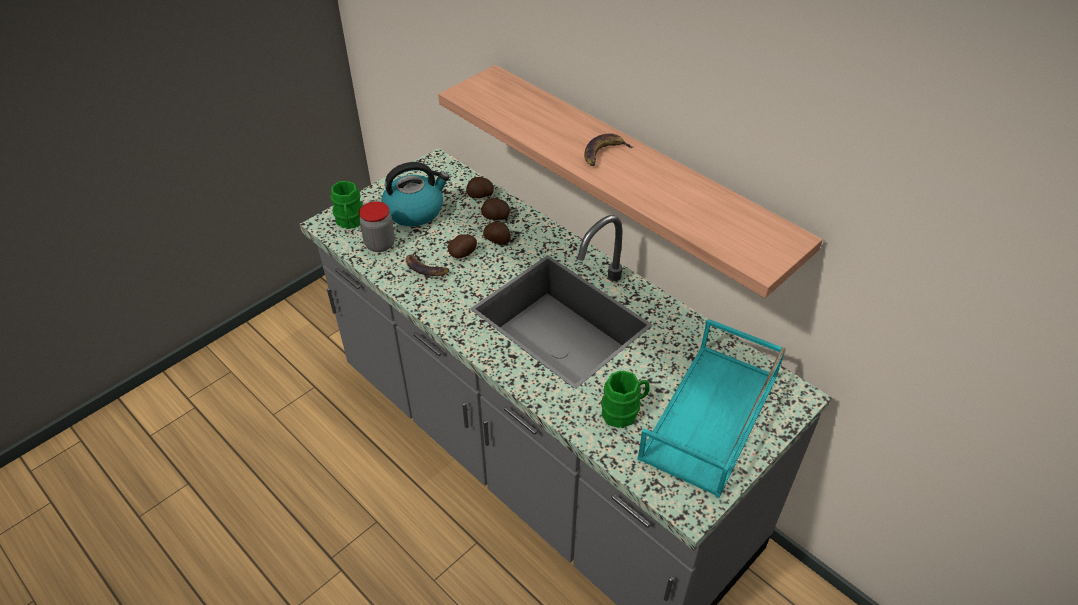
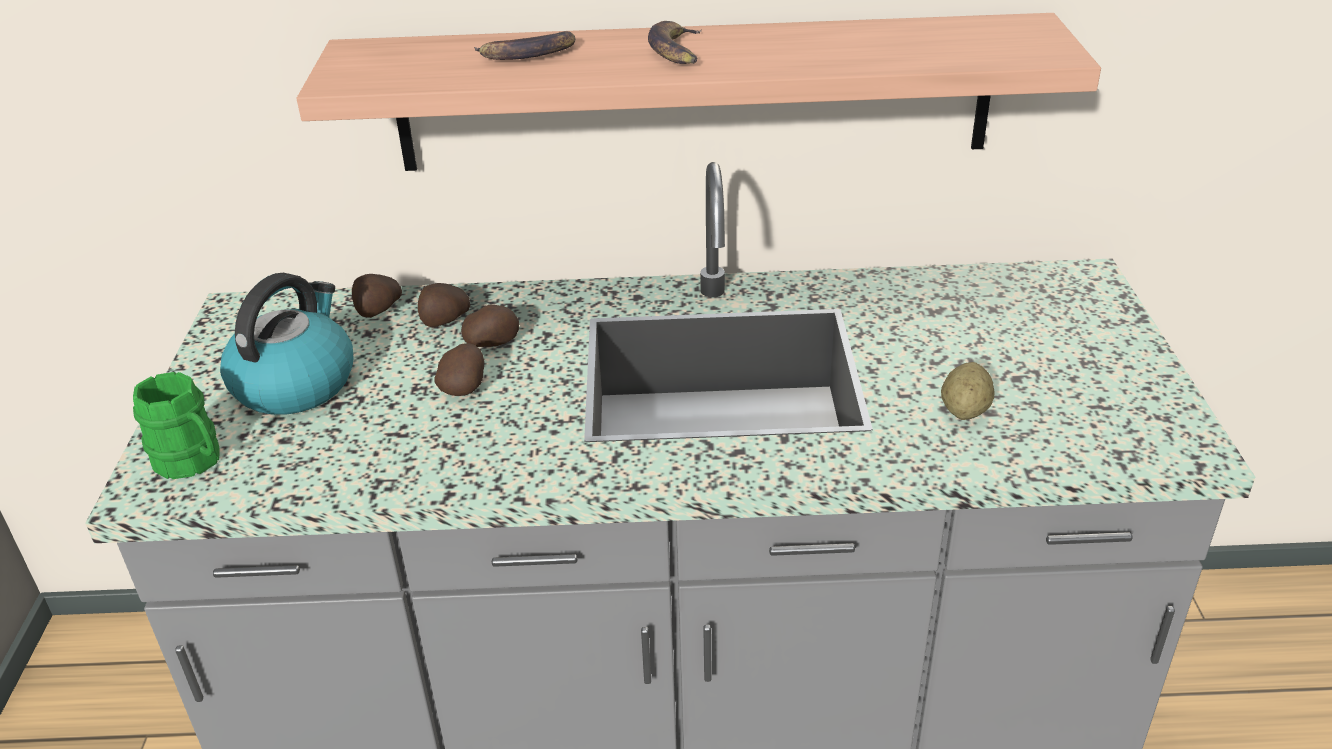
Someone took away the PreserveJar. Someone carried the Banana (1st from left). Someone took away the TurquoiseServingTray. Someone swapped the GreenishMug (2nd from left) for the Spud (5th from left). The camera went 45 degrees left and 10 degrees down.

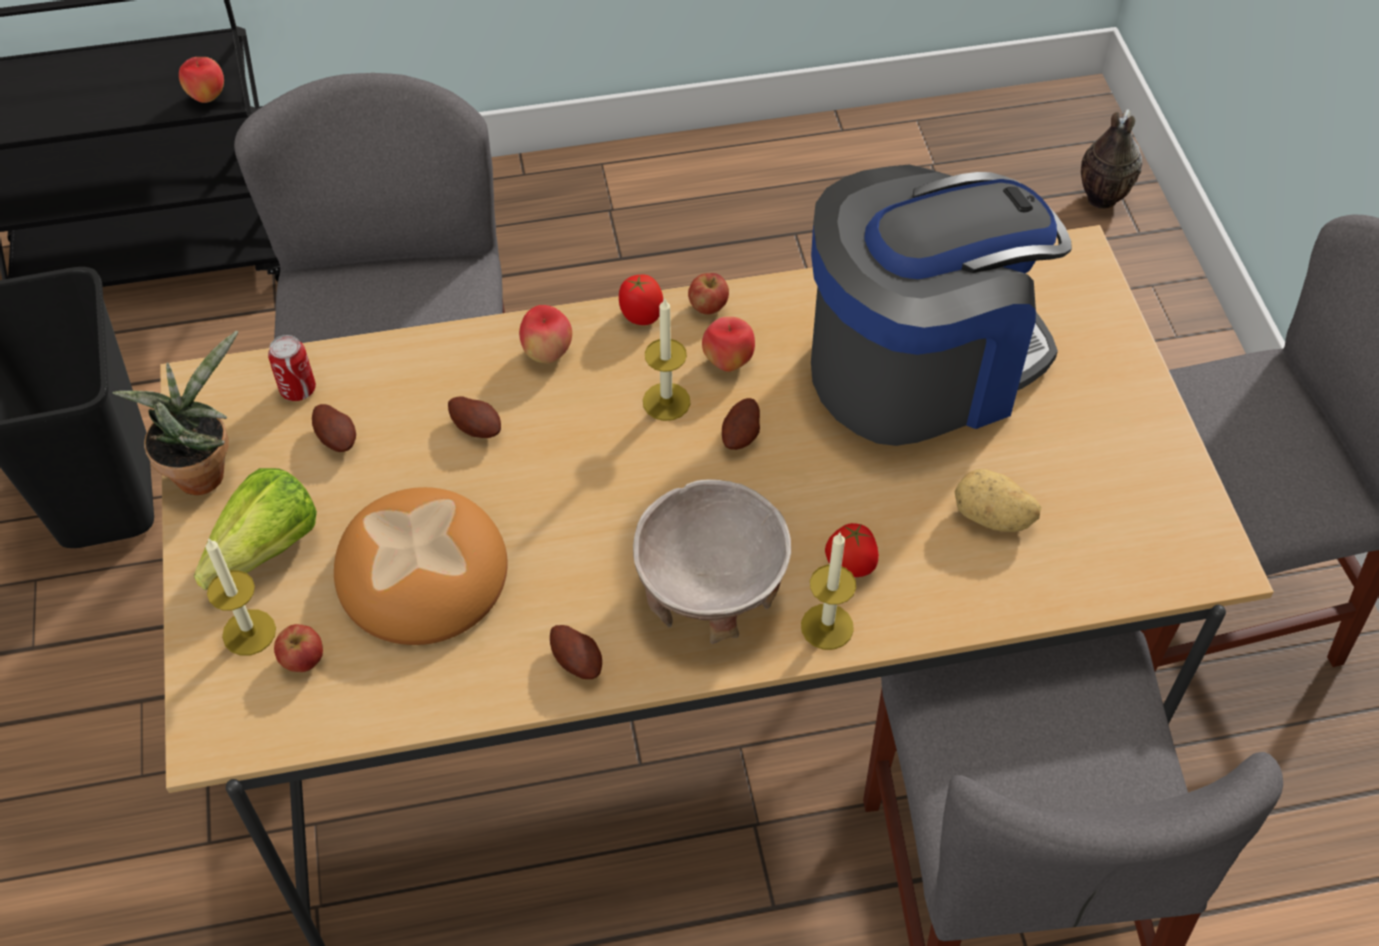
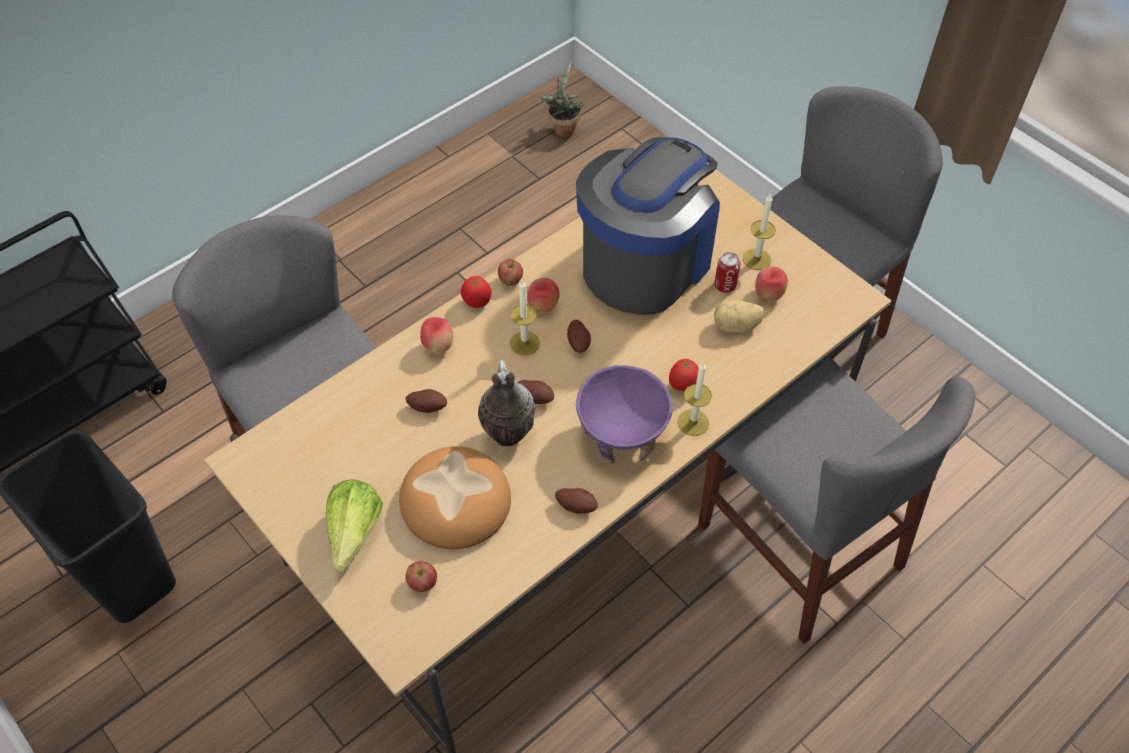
Someone carried the AppleFruit (1st from left in the first image). Someone carried the Vase. Someone carried the Houseplant. Someone carried the MetalCan. Someone carried the Spud (1st from left in the first image). Someone repainted the SandColouredDeepDish, which became the PurpleDeepDish. Someone carried the WaxCandle (1st from left in the first image). The camera went 30 degrees left and 0 degrees up.

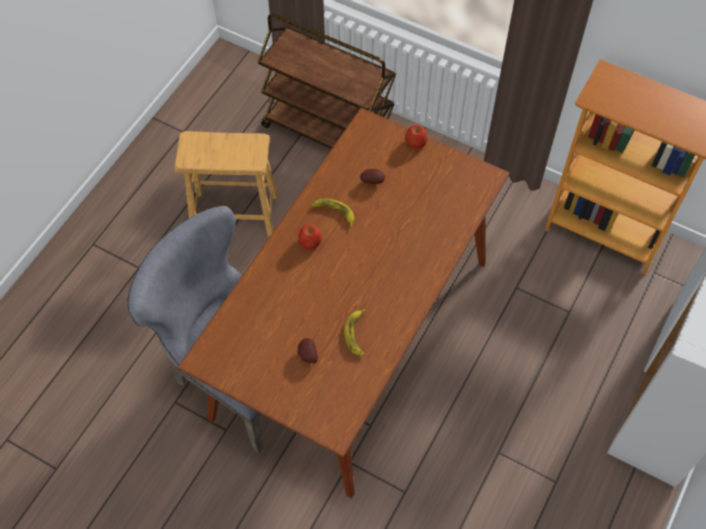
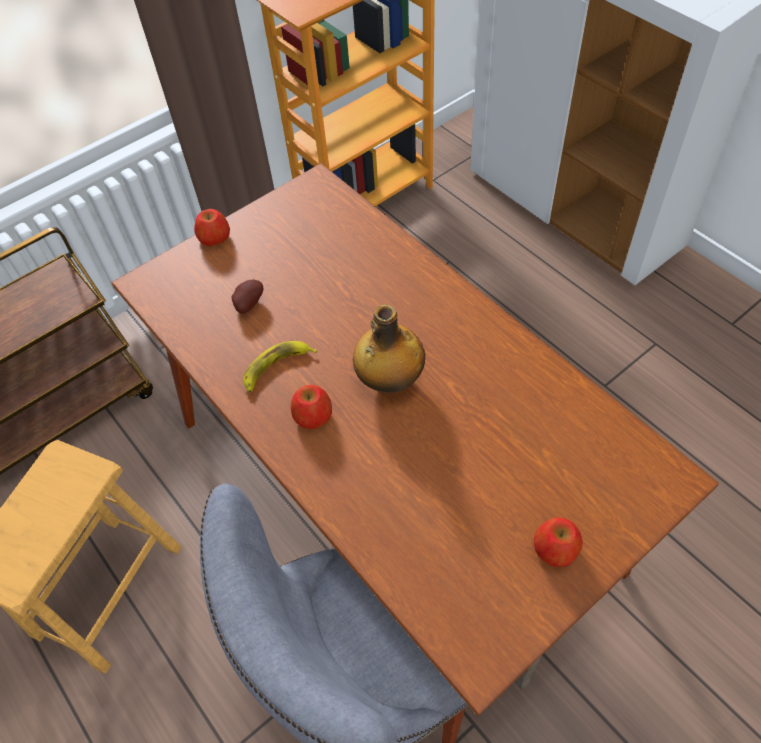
Someone took away the Banana (2nd from left). Someone took away the Spud (1st from left). Someone put down the BeverageBottle. Someone put down the AppleFruit (3rd from left). The camera went 65 degrees left and 5 degrees down.

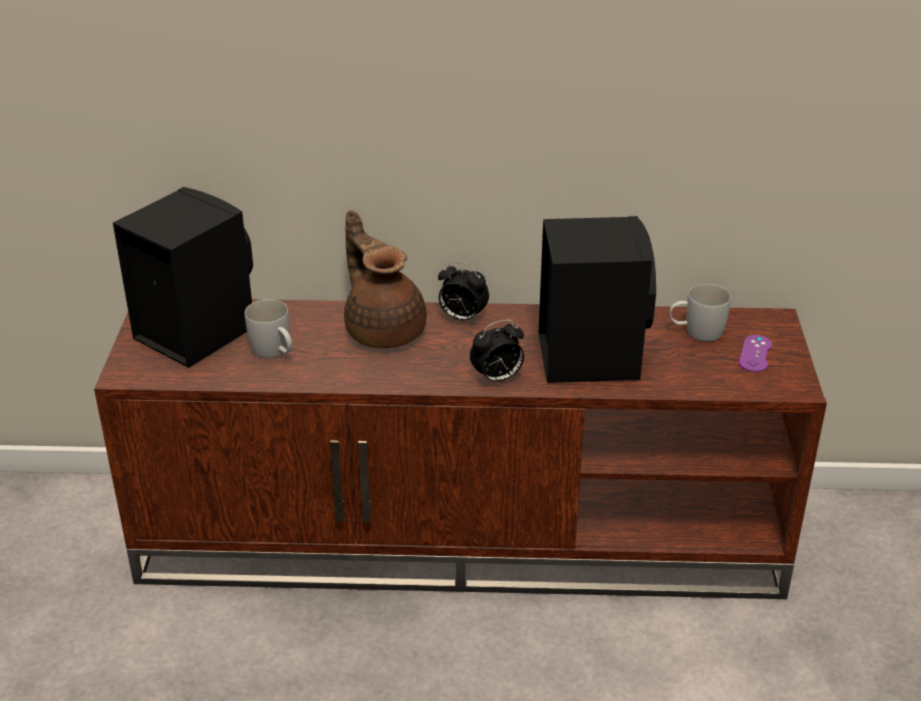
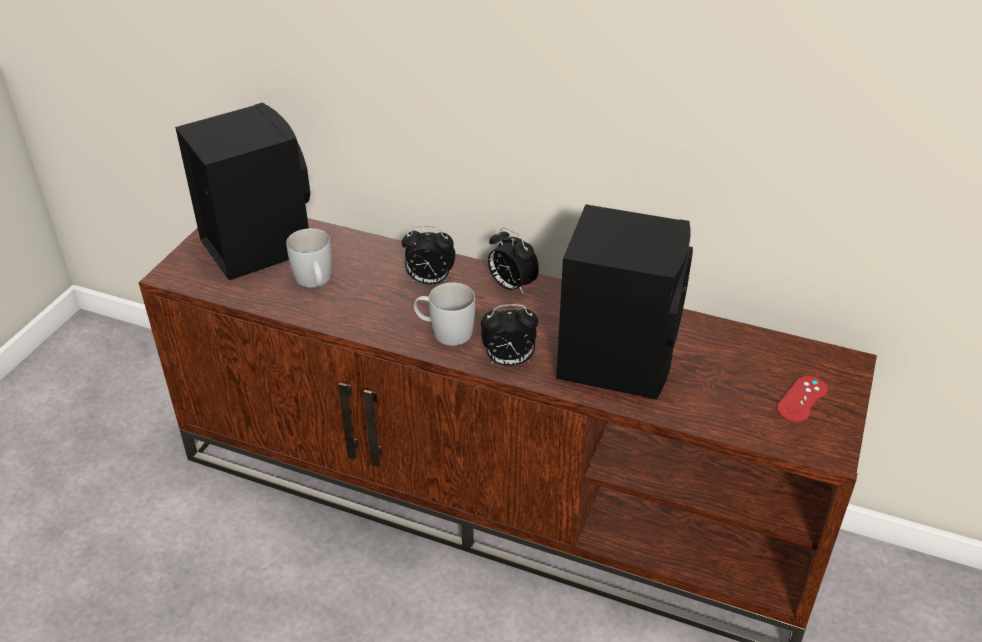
Someone swapped the BrownPotForTea for the BedsideClock (1st from left). Someone carried the WhiteColouredMug (2nd from left). Someone repainted the PurpleGamepad, which became the ReddishGamepad. The camera went 20 degrees right and 5 degrees up.

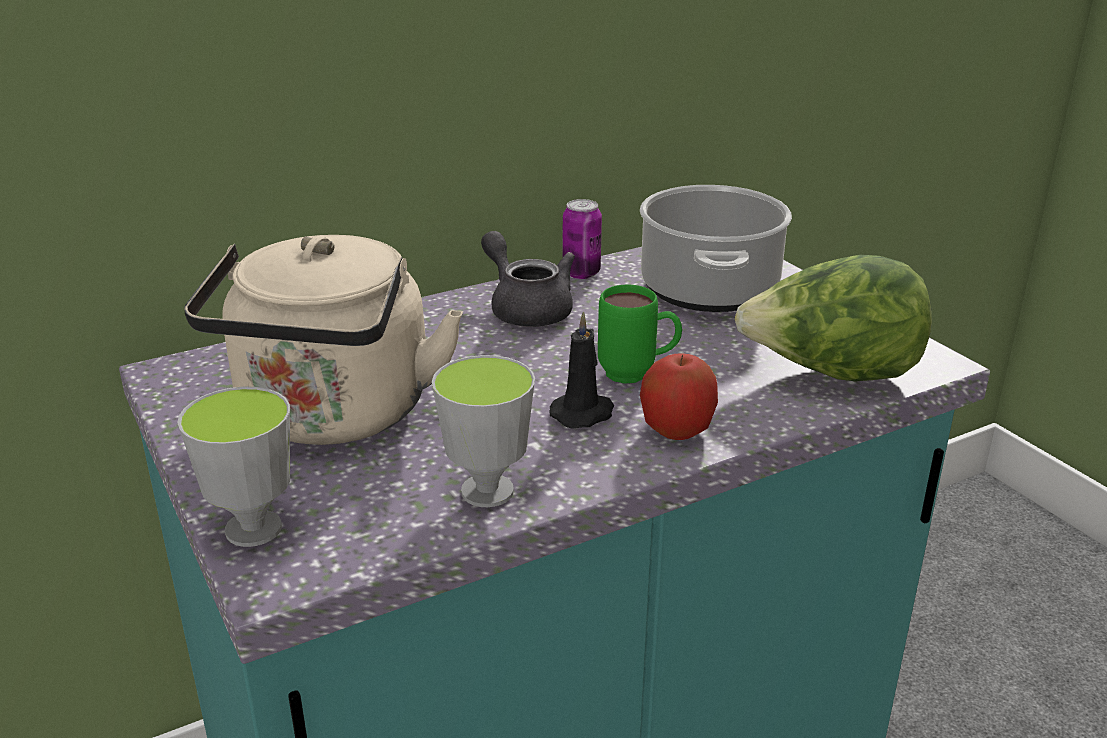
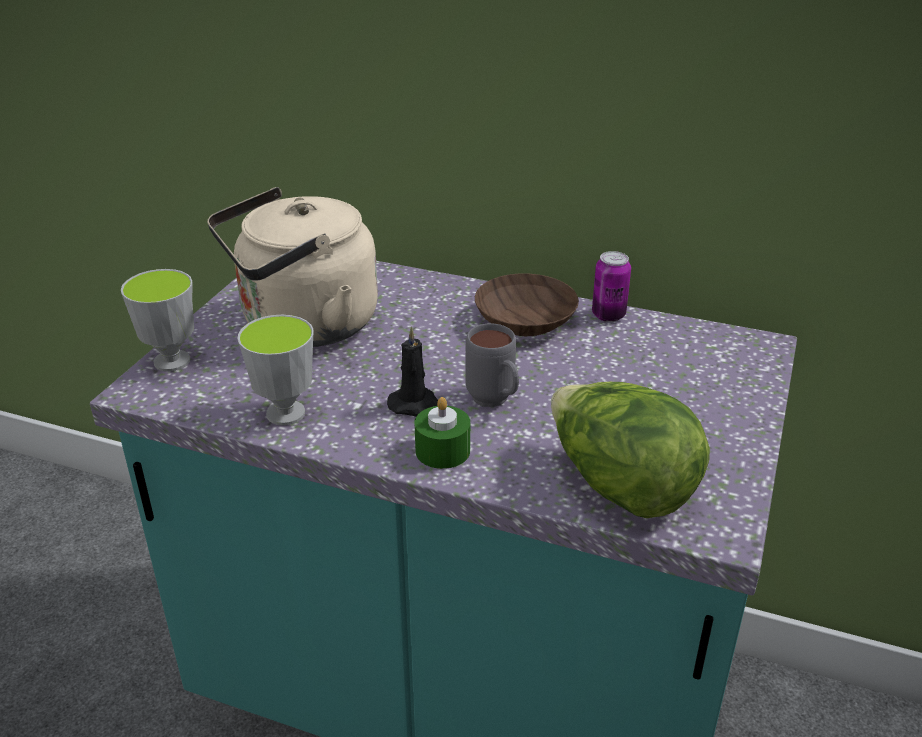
Someone took away the CookingPot. Someone swapped the GrayPotForTea for the BrownDeepDish. Someone repainted the GreenishMug, which became the GrayMug. Someone swapped the AppleFruit for the GreenishWaxCandle. The camera went 50 degrees right and 5 degrees up.

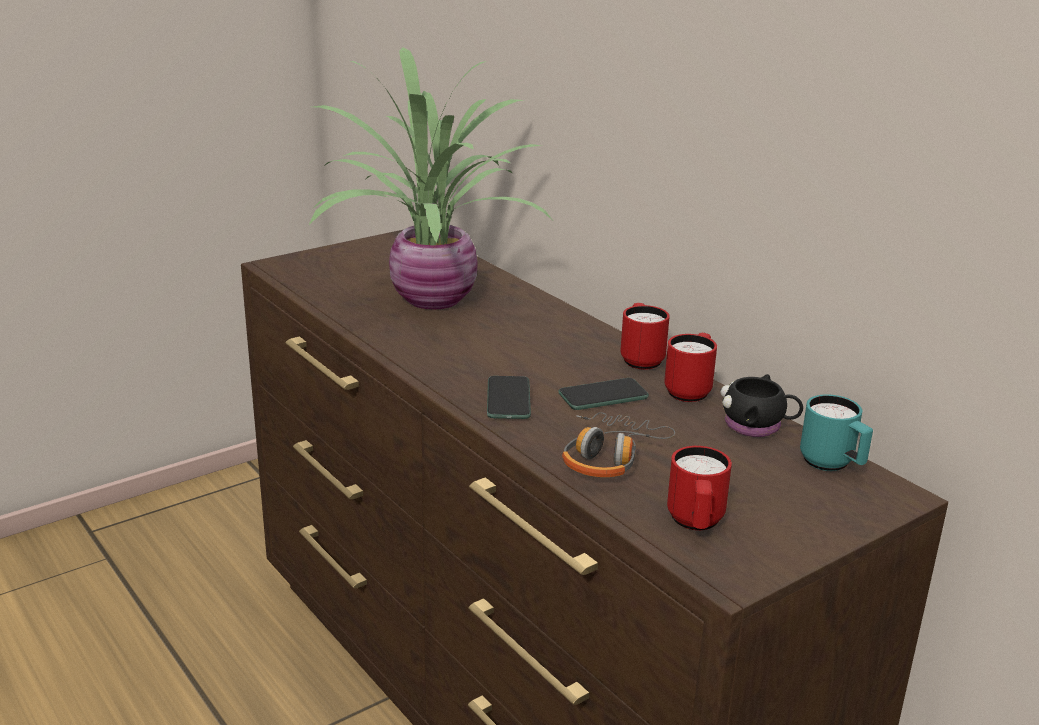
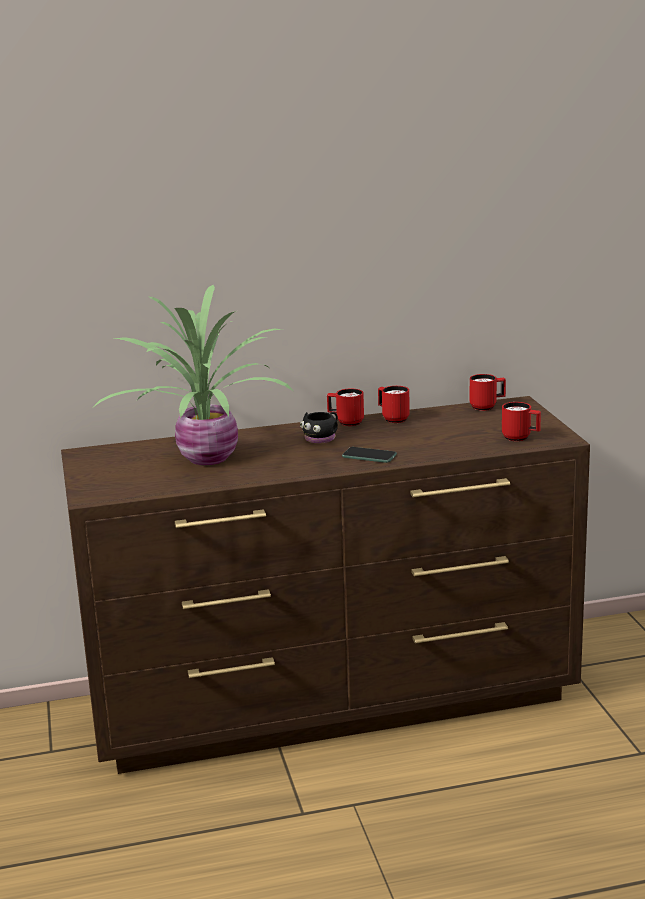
Someone carried the BlackishMug. Someone took away the Handset (2nd from left). Someone repainted the TurquoiseMug, which became the ReddishMug (3rd from left). Someone took away the Headphones. The camera went 65 degrees left and 5 degrees down.

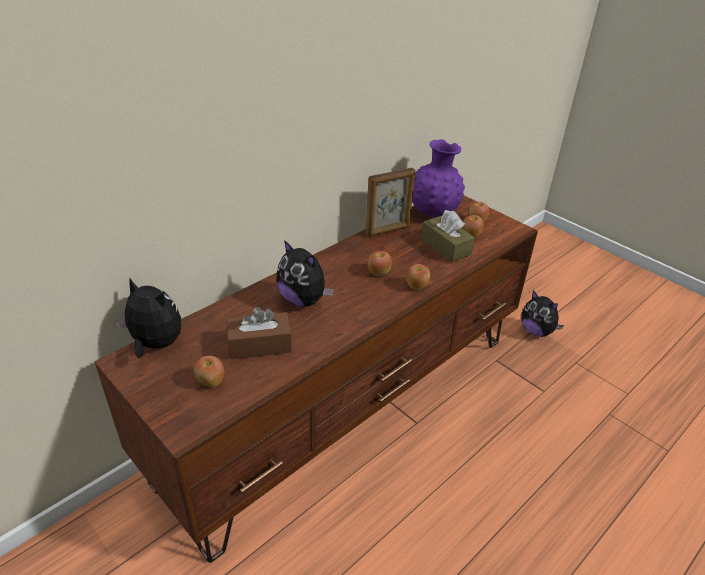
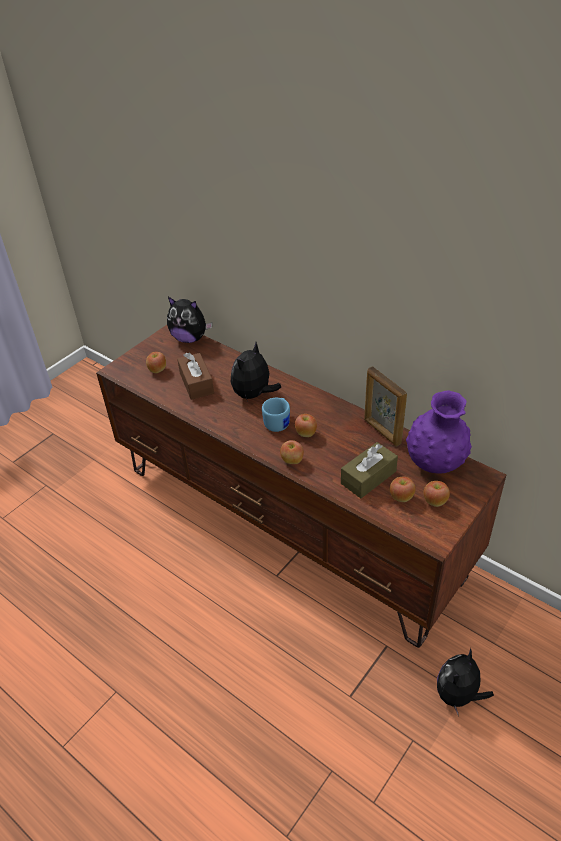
Someone rotated the PlushToy (1st from left) by 90 degrees clockwise. Someone put down the BlueColouredMug. The camera went 85 degrees right and 5 degrees up.

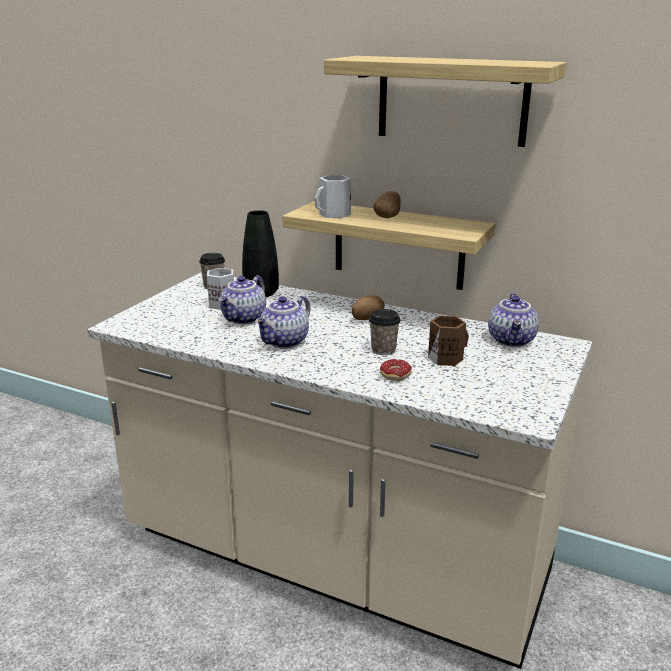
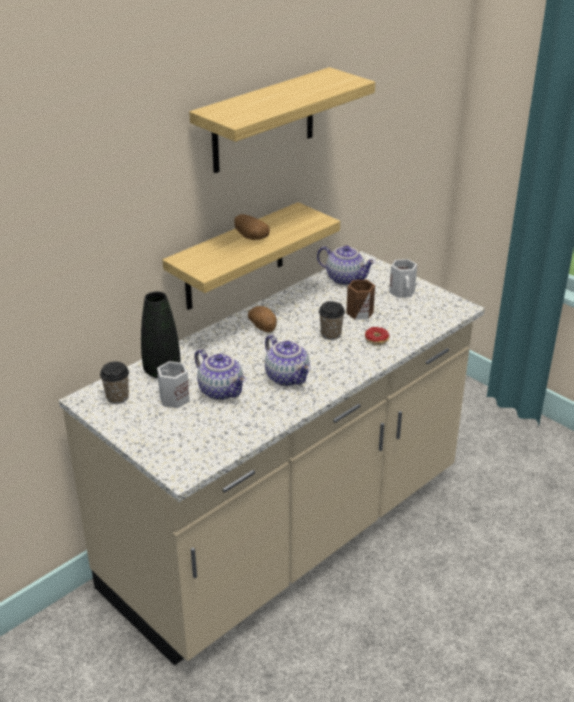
Someone carried the WhiteColouredMug (2nd from left). The camera went 70 degrees left and 10 degrees up.

